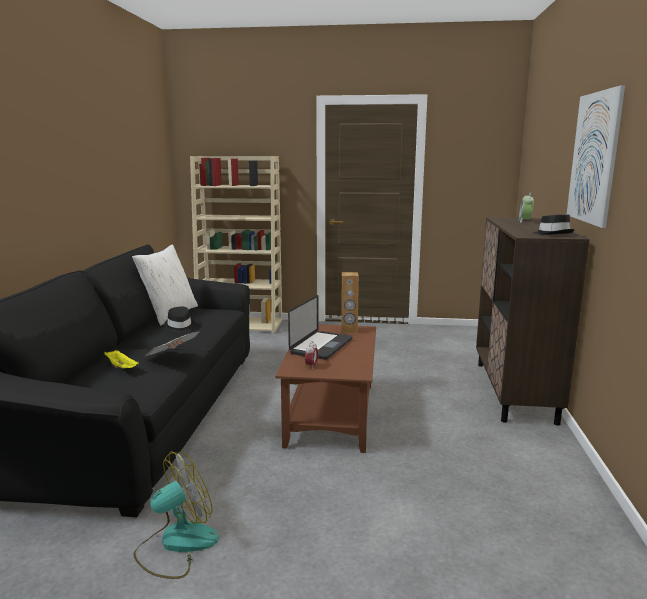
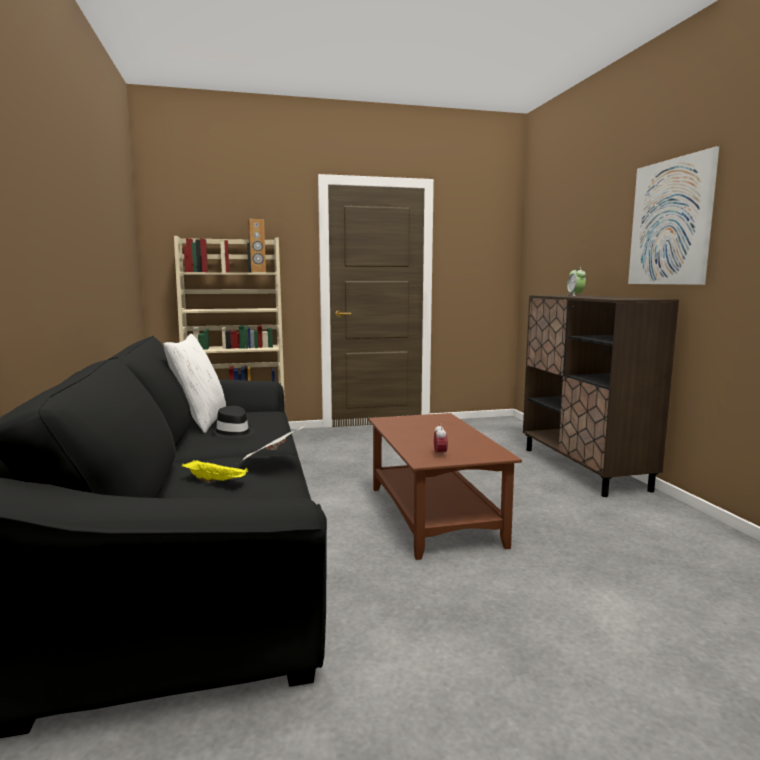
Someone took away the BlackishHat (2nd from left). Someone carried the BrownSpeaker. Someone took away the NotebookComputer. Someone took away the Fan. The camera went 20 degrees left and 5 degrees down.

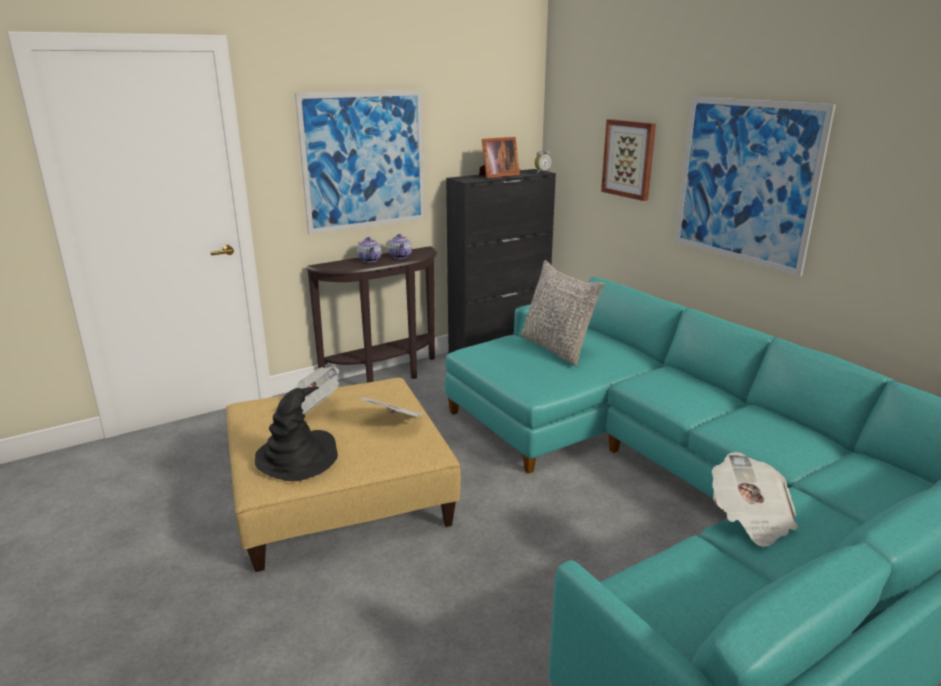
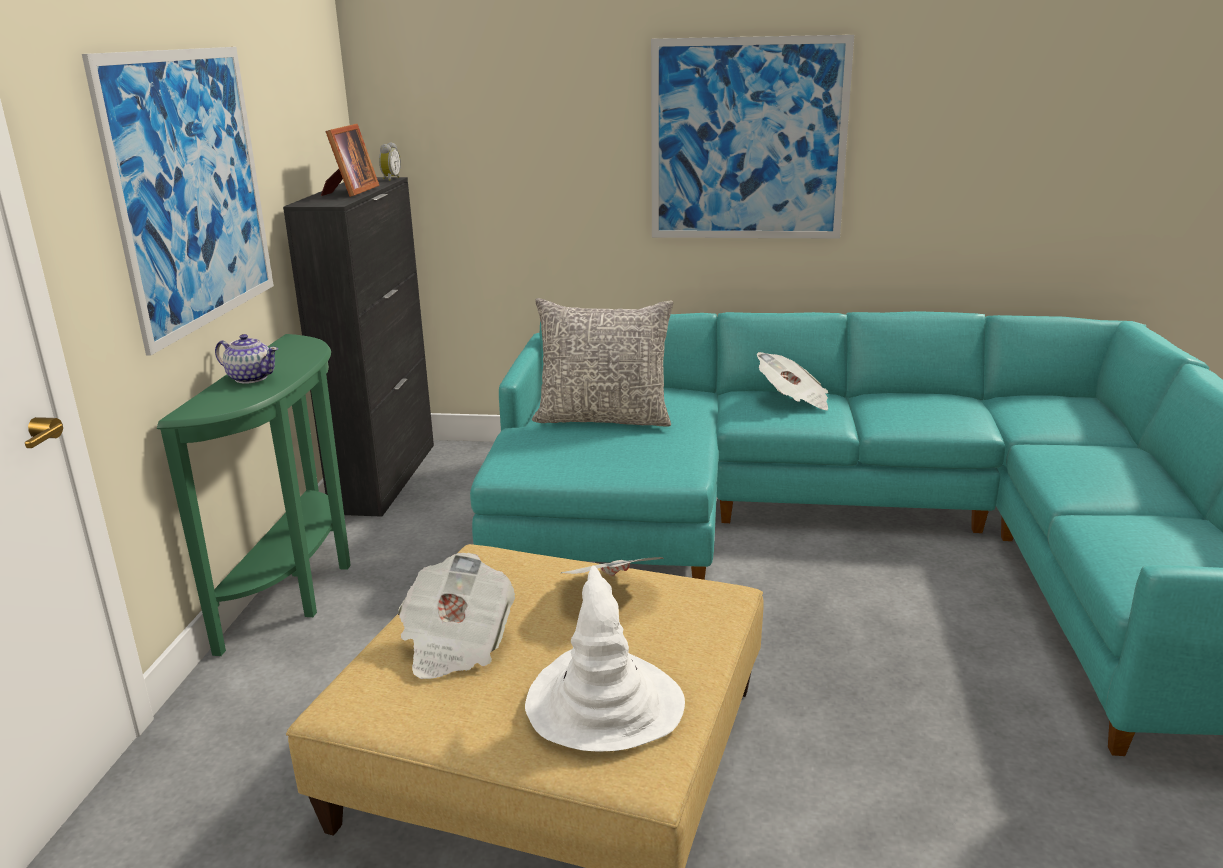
Someone took away the WallArt (2nd from left). Someone took away the PotForTea (2nd from left). Someone repainted the BrownHallTable, which became the GreenishHallTable. Someone repainted the BlackishHat, which became the WhiteColouredHat. Someone carried the PrintedPaper (3rd from left). The camera went 50 degrees left and 0 degrees up.

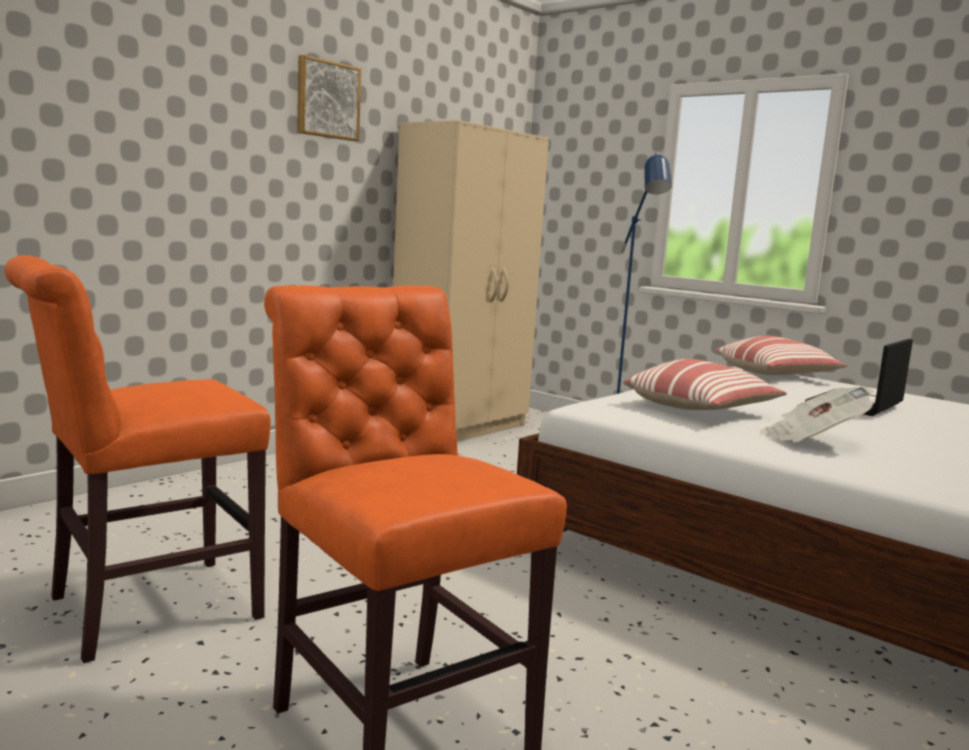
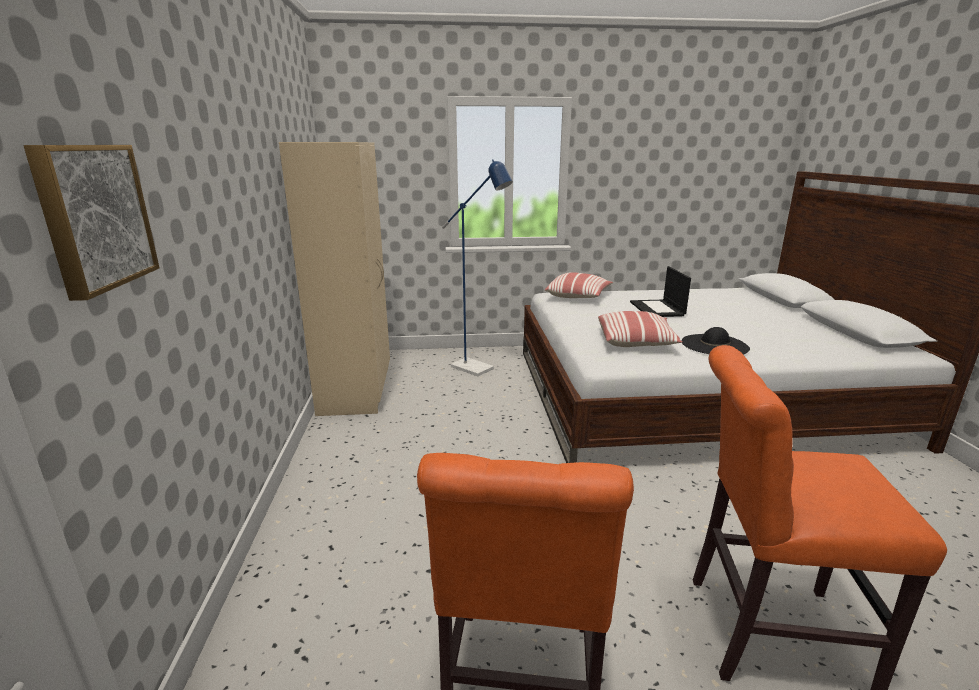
Someone carried the WallArt. Someone swapped the PrintedPaper for the BlackishHat. The camera went 45 degrees left and 10 degrees up.

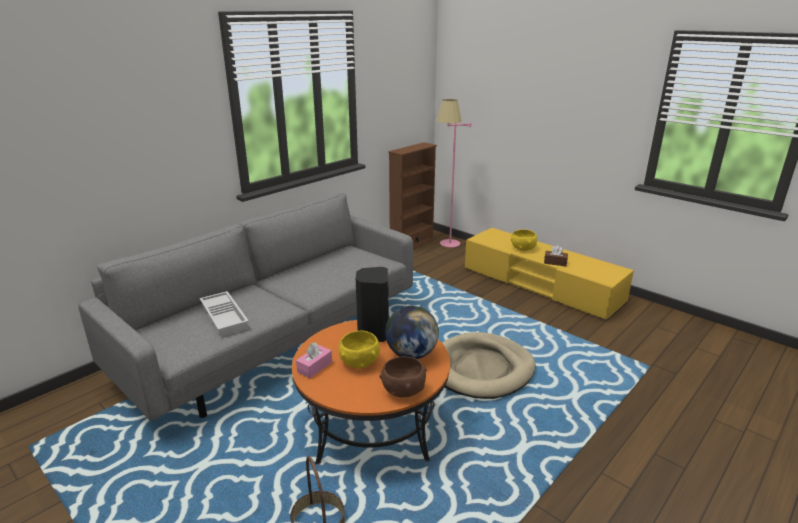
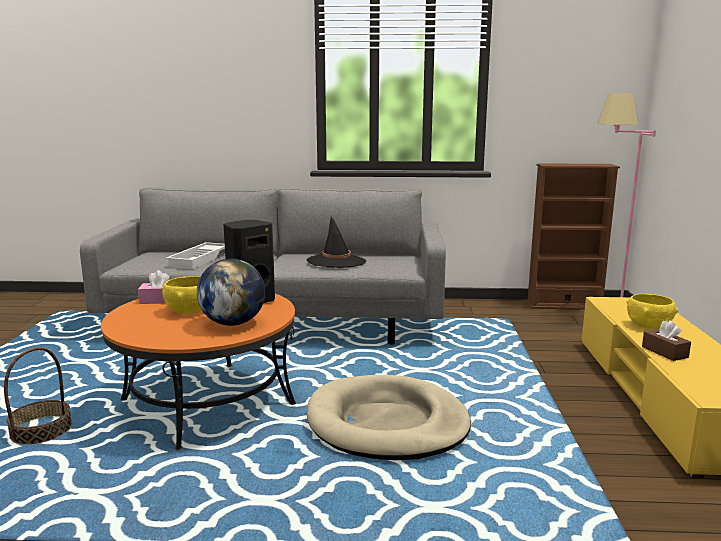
Someone took away the BrownDeepDish. Someone put down the BlackishHat. The camera went 50 degrees right and 10 degrees down.

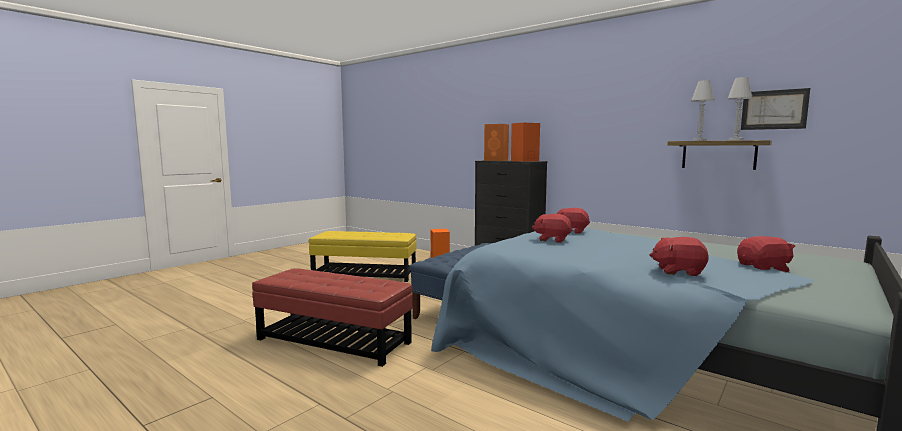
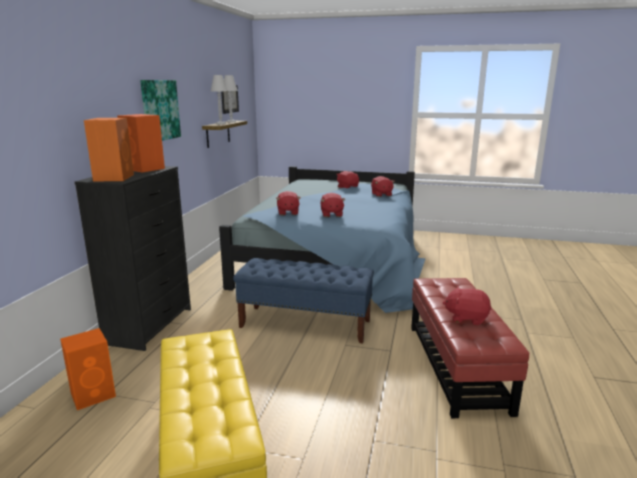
Someone put up the WallArt (1st from left). Someone put down the ReddishPlushToy (5th from left). The camera went 115 degrees left and 10 degrees up.

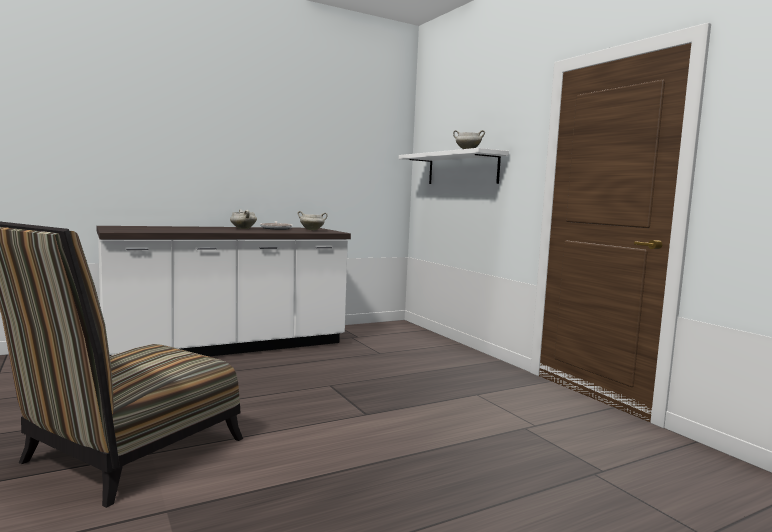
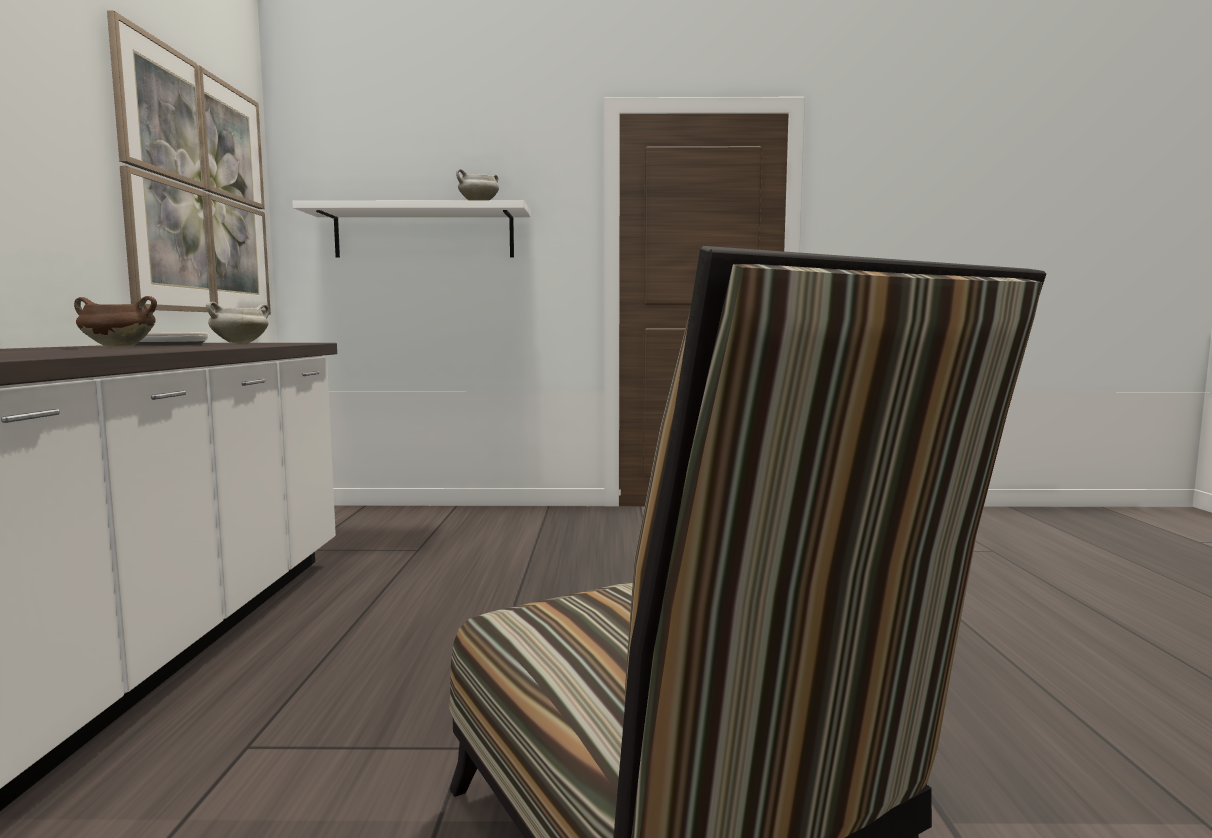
Someone repainted the WhiteColouredCookingPot (1st from left), which became the BrownCookingPot. Someone put up the WallArt. The camera went 60 degrees left and 0 degrees up.

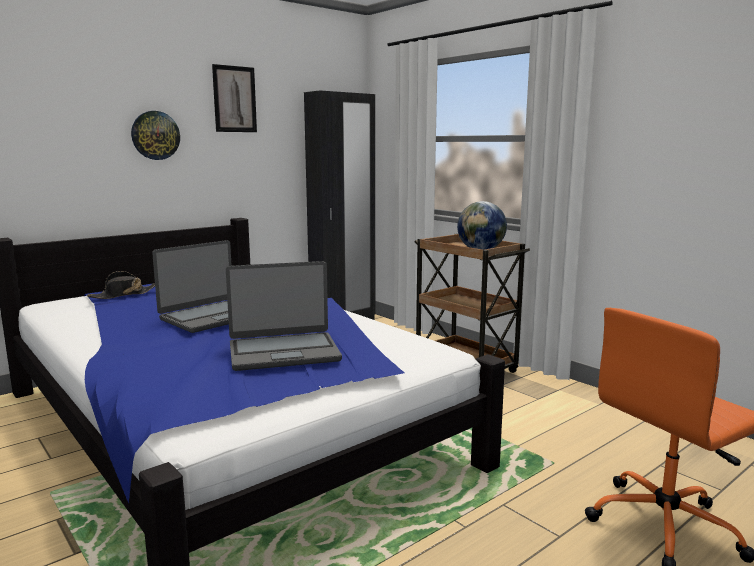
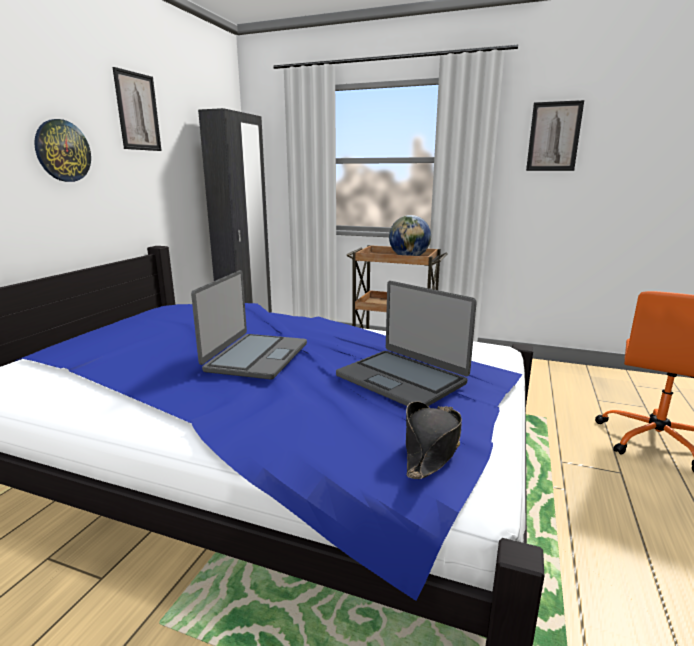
Someone rotated the NotebookComputer (2nd from left) by 90 degrees clockwise. Someone carried the BlackishHat. Someone put up the WallArt (2nd from left). The camera went 30 degrees left and 5 degrees up.

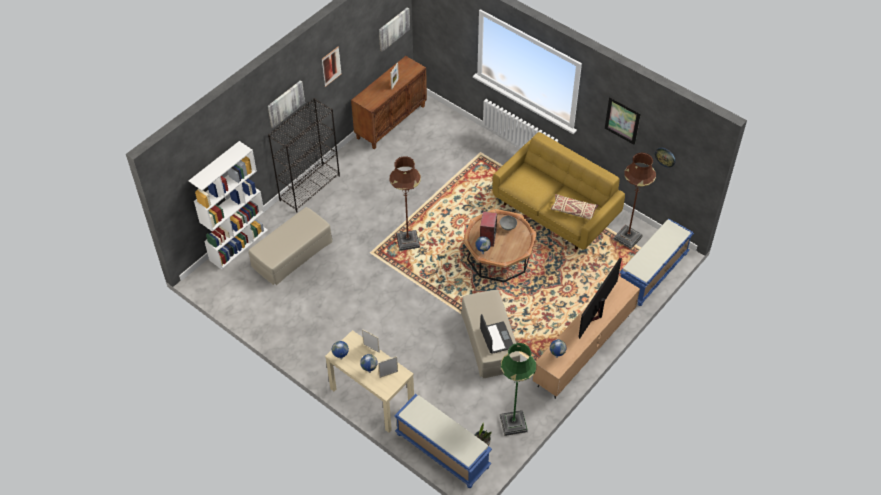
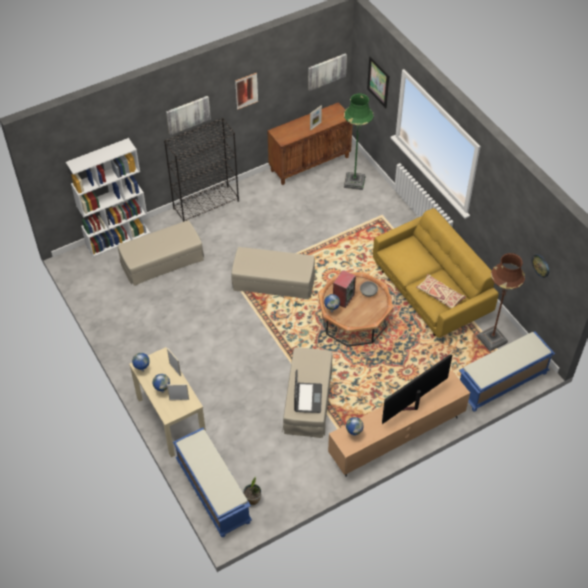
Someone carried the WallArt (4th from left). Someone swapped the BrownFloorLamp (1st from left) for the SandColouredFootrest (2nd from left). Someone carried the GreenishFloorLamp. The camera went 20 degrees right and 0 degrees up.

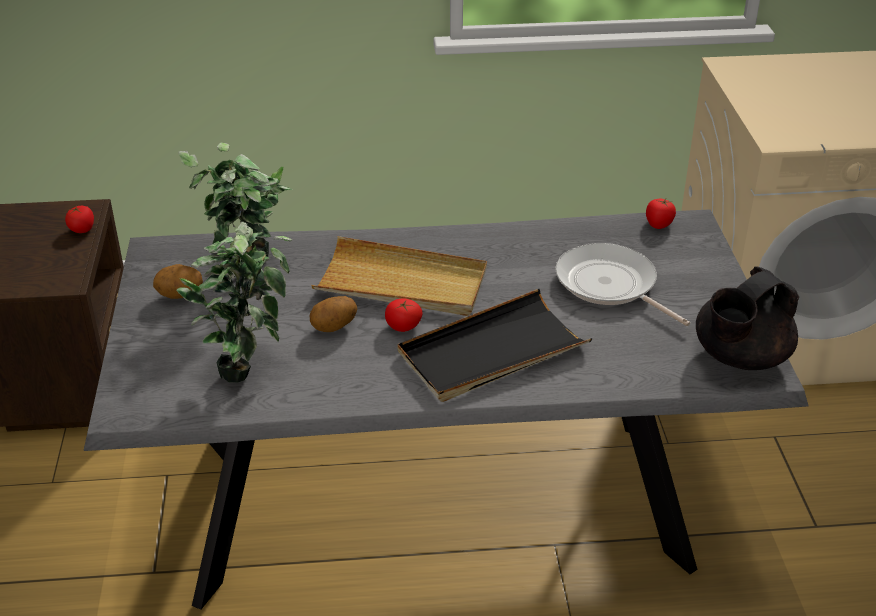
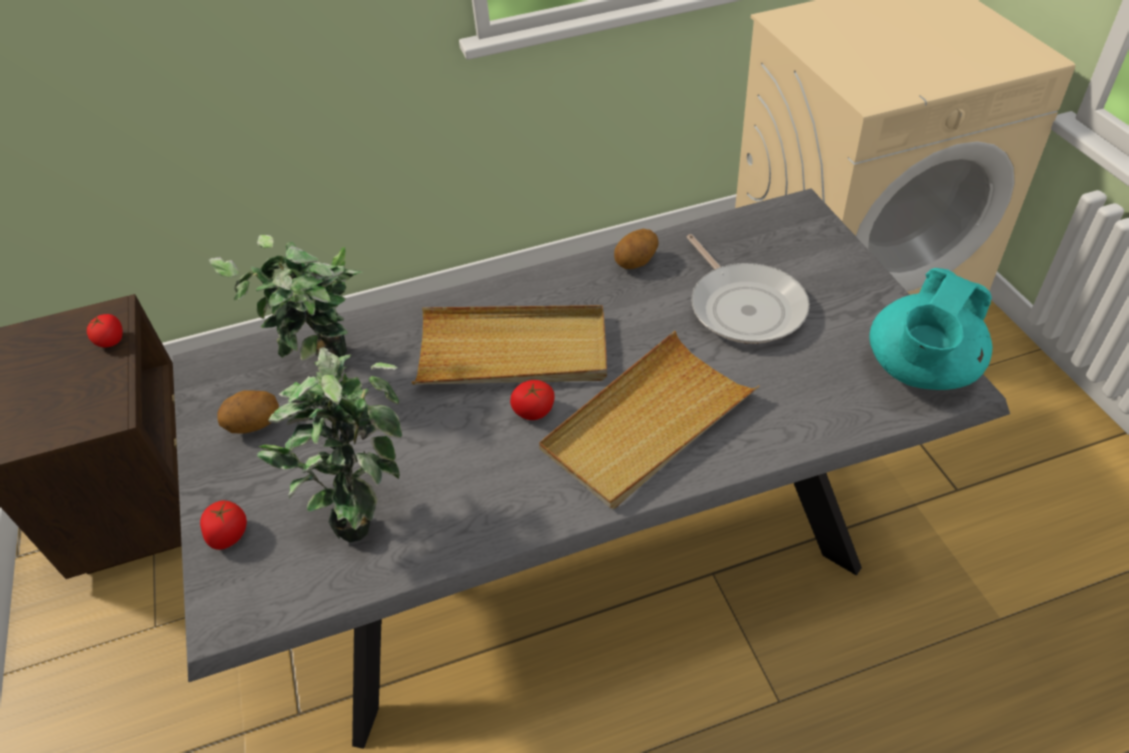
Someone carried the FreshTomato (3rd from left in the first image). Someone rotated the Pan by 150 degrees counterclockwise. Someone repainted the BlackishPotForTea, which became the TurquoisePotForTea. Someone repainted the BlackishServingTray, which became the SandColouredServingTray (2nd from left). Someone carried the Spud (2nd from left). The camera went 10 degrees left and 10 degrees up.

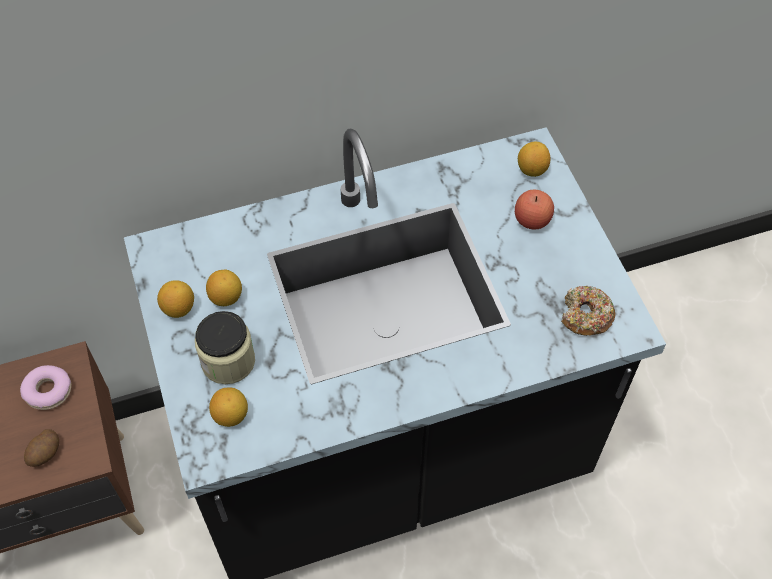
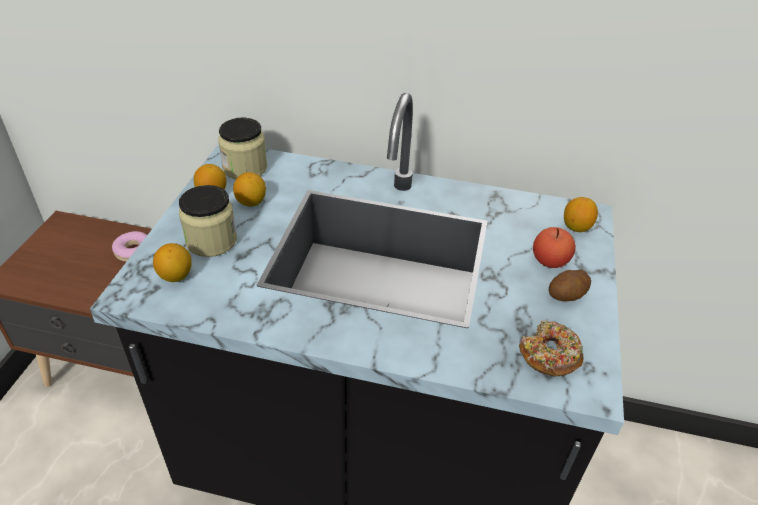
Someone carried the Spud. Someone put down the PreserveJar (2nd from left). The camera went 30 degrees right and 15 degrees down.

